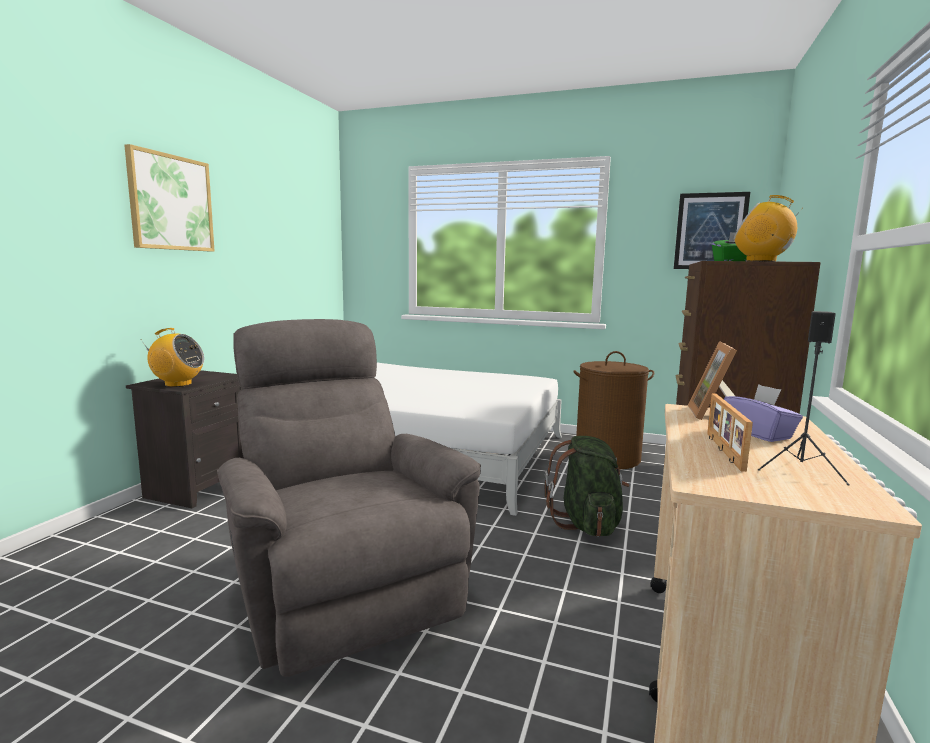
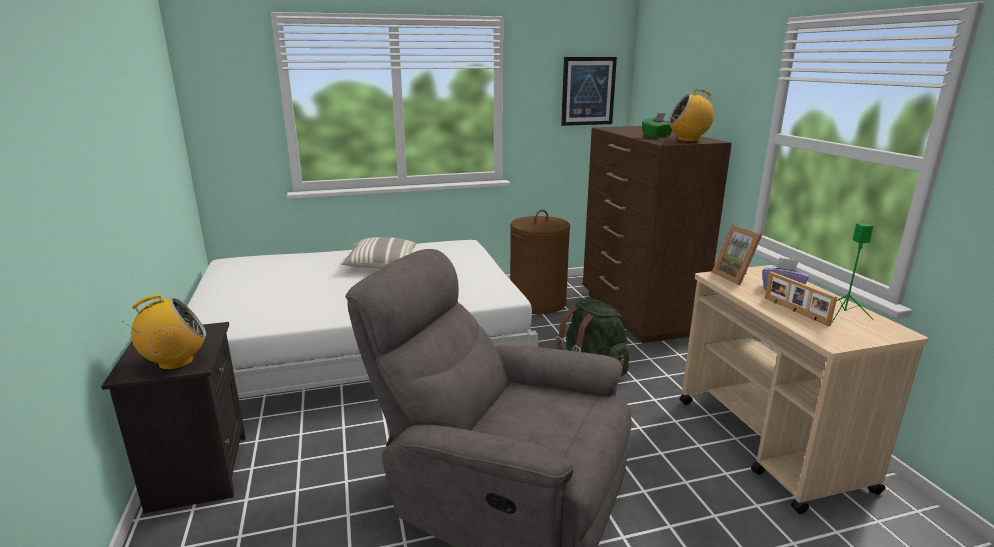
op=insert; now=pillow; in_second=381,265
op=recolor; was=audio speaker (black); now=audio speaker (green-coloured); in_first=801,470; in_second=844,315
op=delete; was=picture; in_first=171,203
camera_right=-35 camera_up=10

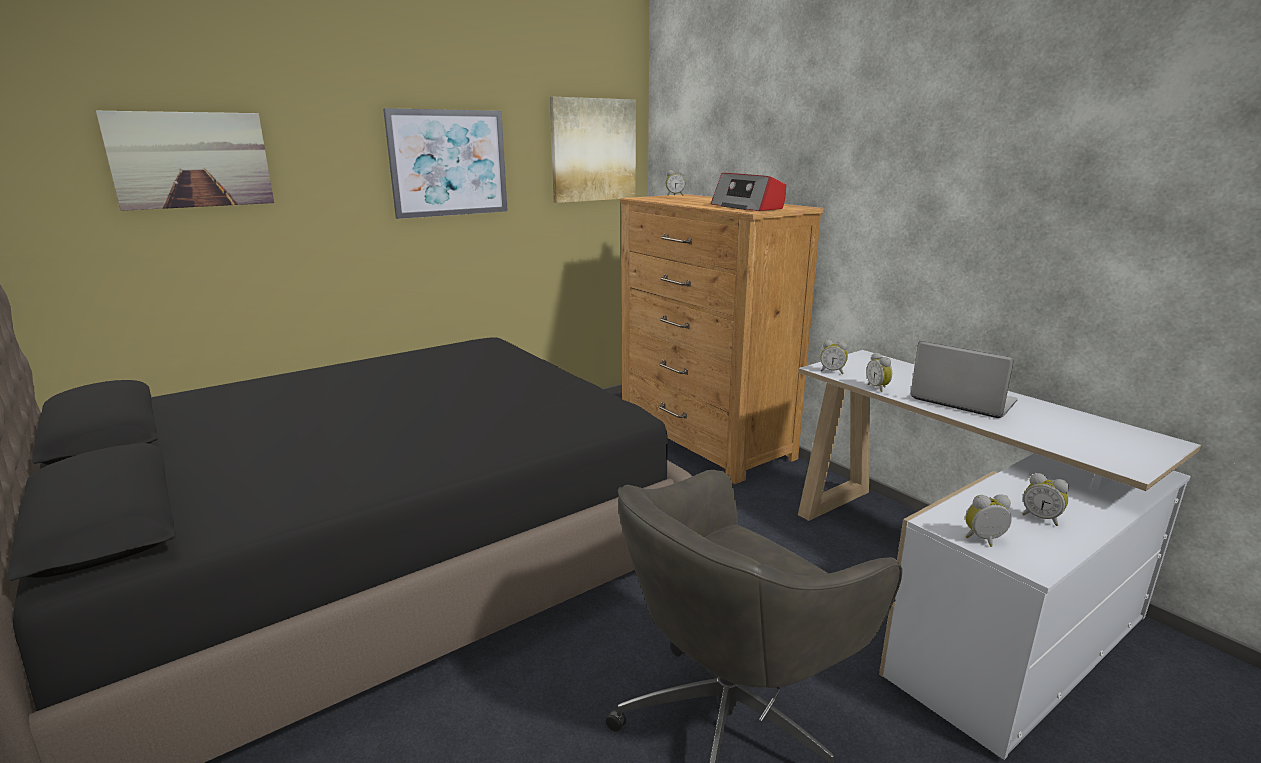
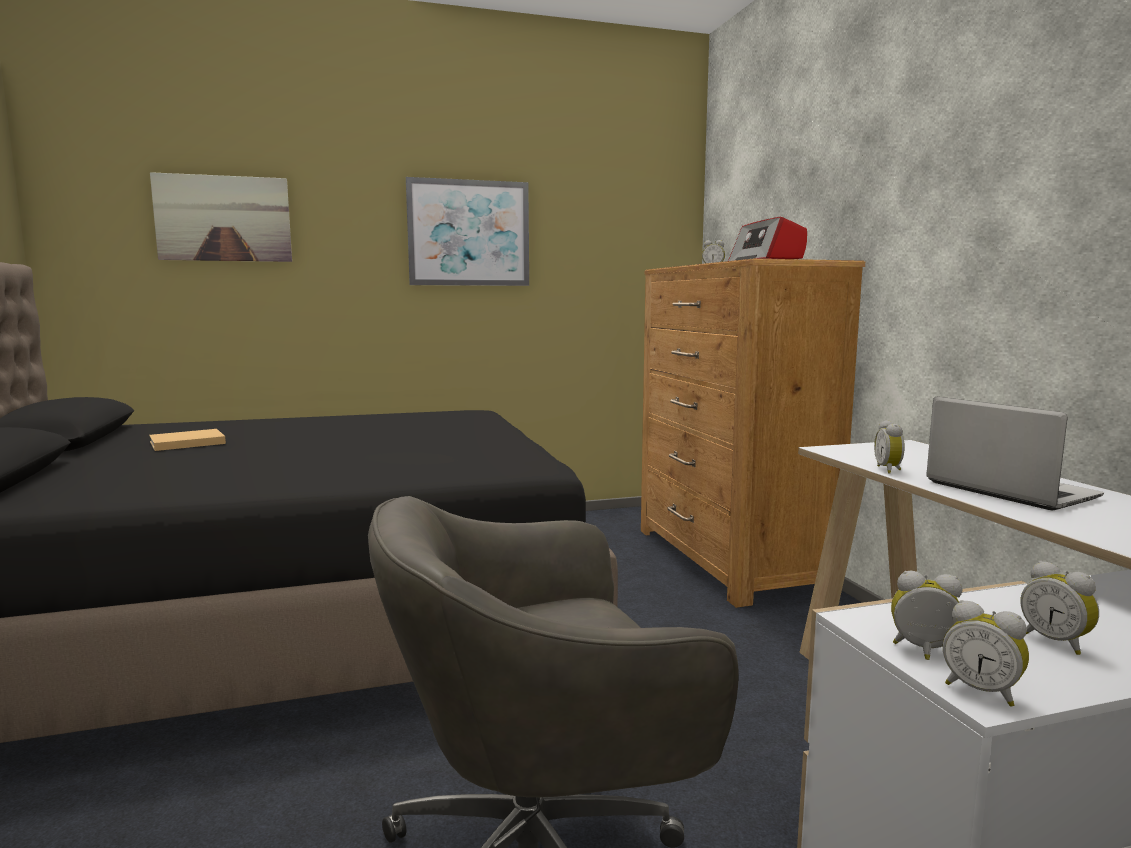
op=insert; now=book (sand-coloured); in_second=185,443
op=move; was=alarm clock; in_first=832,371; in_second=981,691
op=delete; was=picture; in_first=593,150
camera_right=20 camera_up=-10

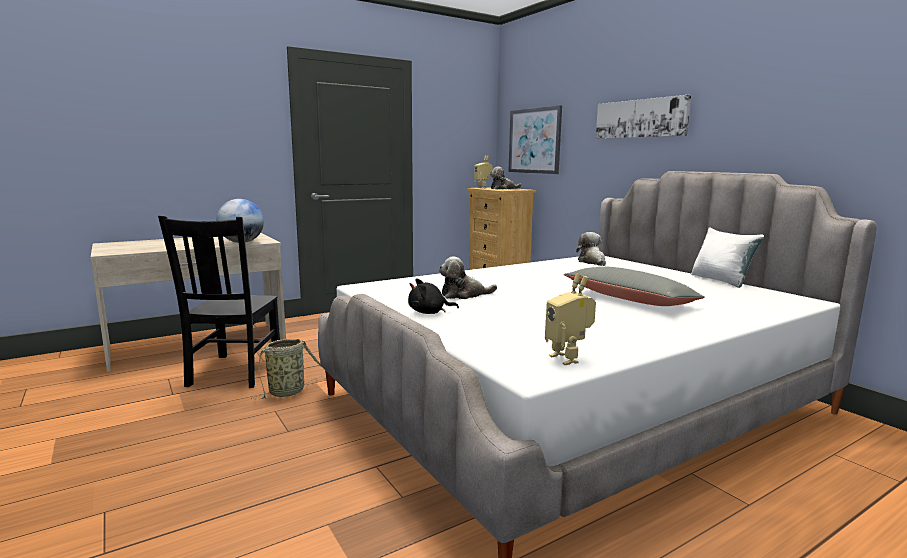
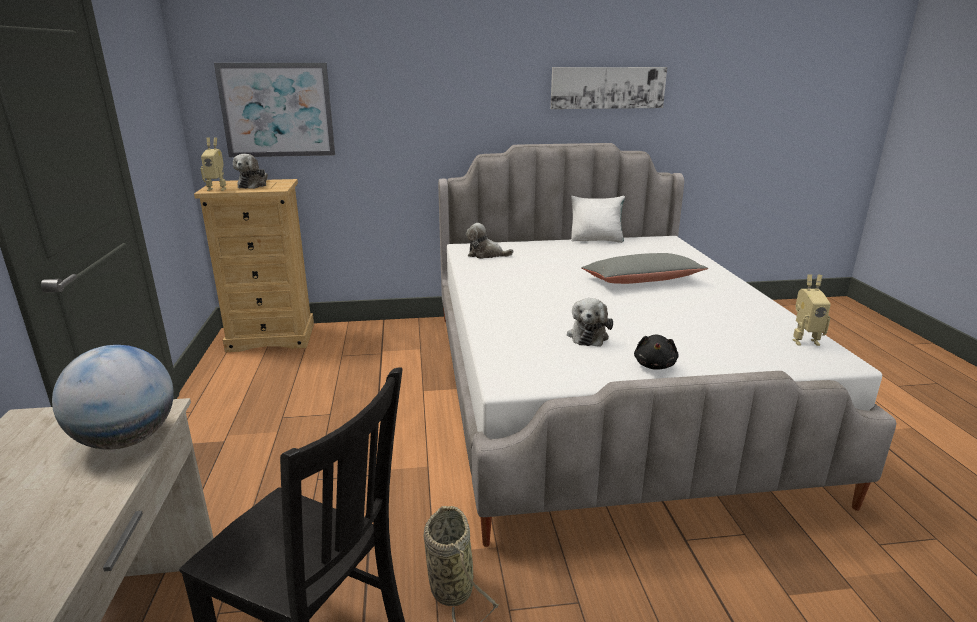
op=move; was=picture; in_first=641,118; in_second=607,87
camera_right=-65 camera_up=10

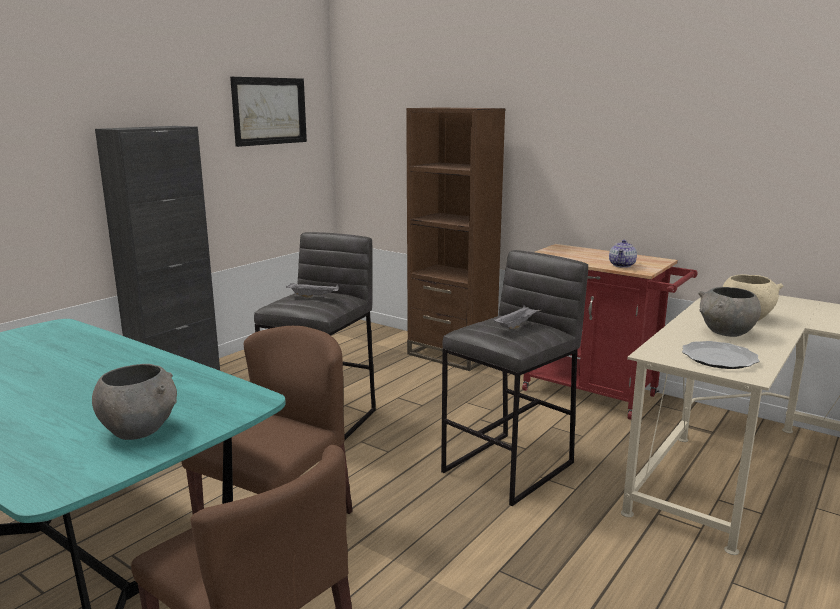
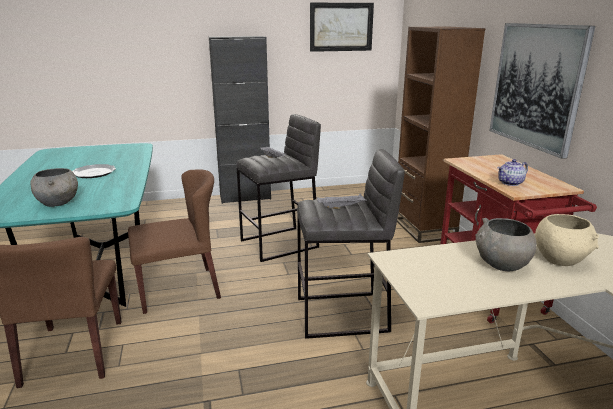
op=move; was=flat dish; in_first=719,358; in_second=94,173
op=insert; now=picture; in_second=536,86
camera_right=40 camera_up=5

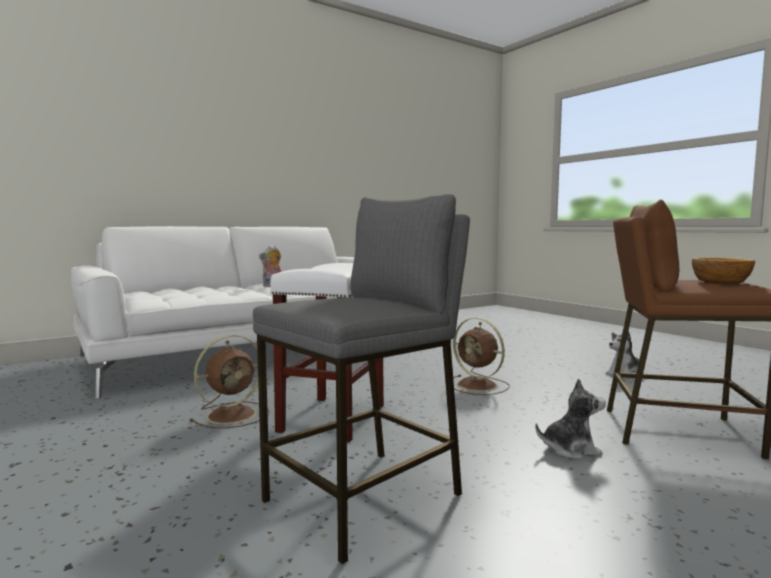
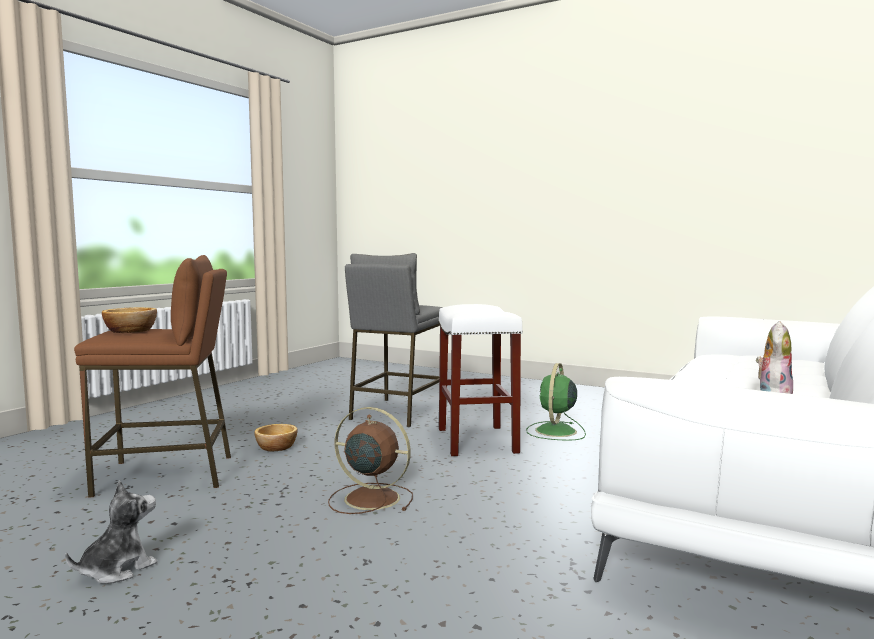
op=replace; was=cuddly toy; now=serving bowl; in_first=570,449; in_second=277,447
op=recolor; was=fan (brown); now=fan (green-coloured); in_first=233,414; in_second=555,431
camera_right=155 camera_up=0

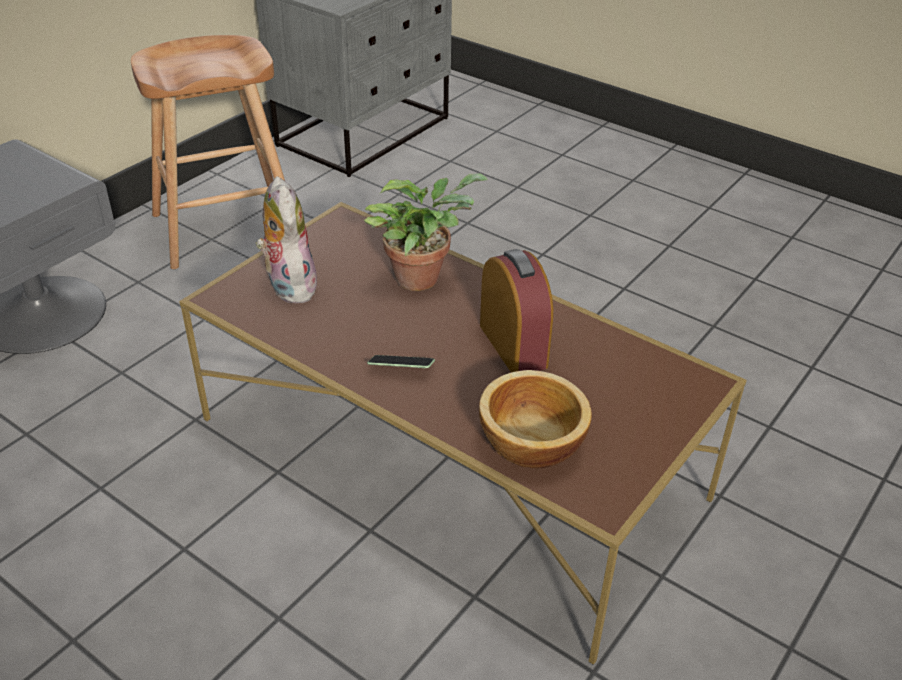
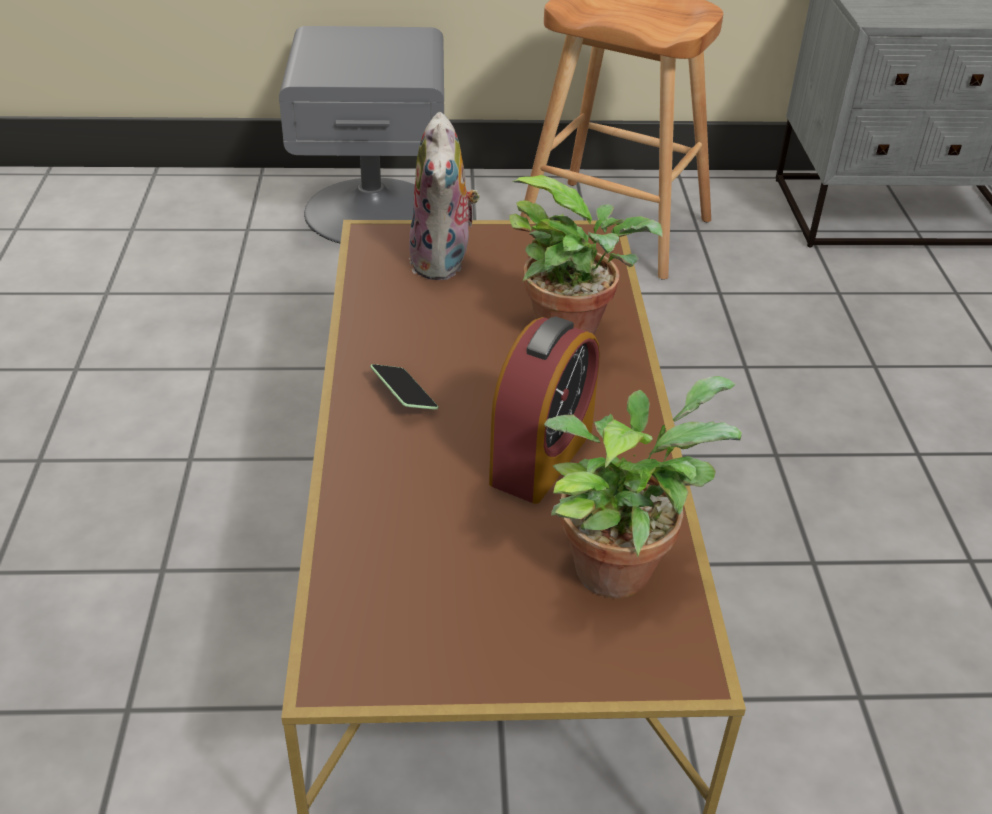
op=rotate; was=cuddly toy; in_first=288,286; in_second=444,262; clockwise=150
op=insert; now=houseplant; in_second=617,563
op=delete; was=serving bowl; in_first=529,441
camera_right=50 camera_up=0

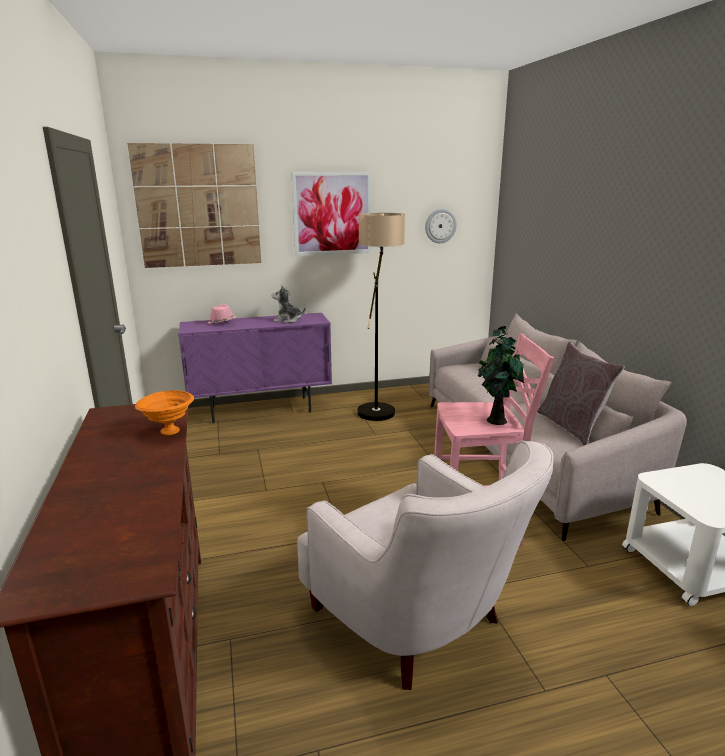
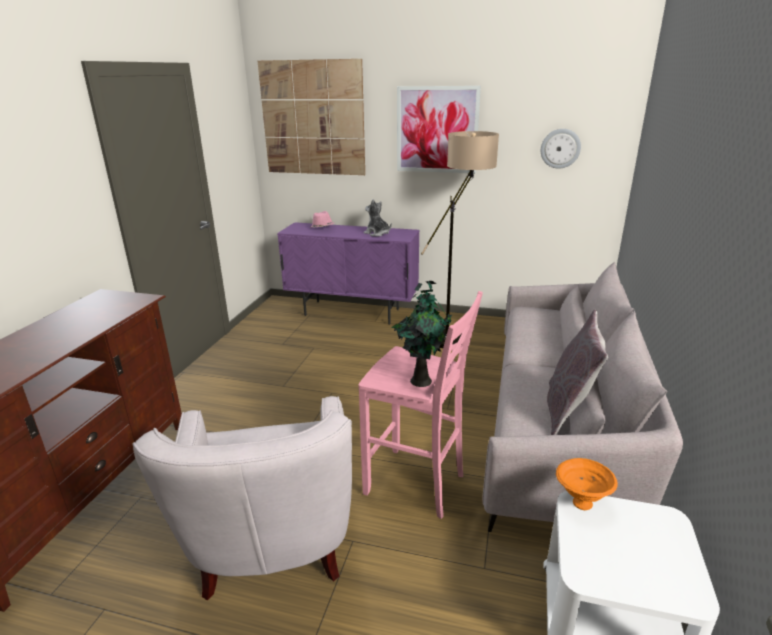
op=move; was=serving bowl (orange); in_first=168,432; in_second=580,503
camera_right=30 camera_up=5

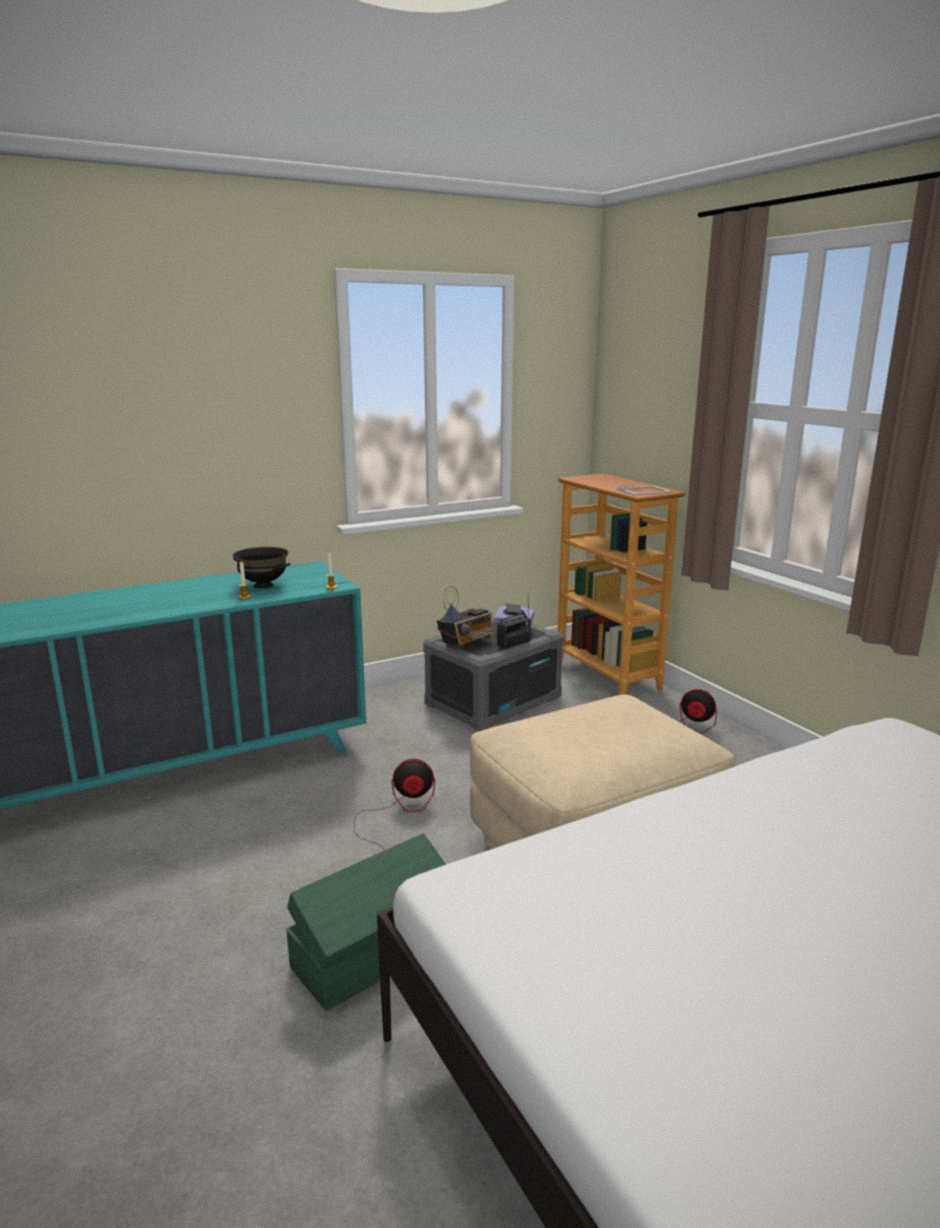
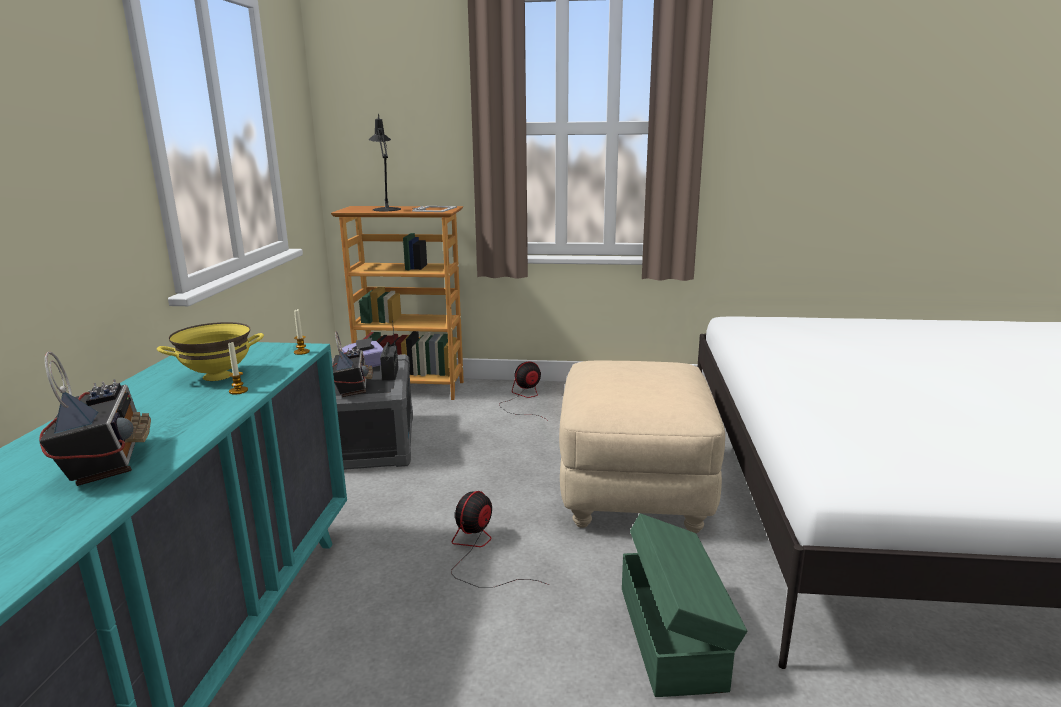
op=insert; now=radio set; in_second=106,462
op=recolor; was=serving bowl (black); now=serving bowl (yellow); in_first=263,585; in_second=217,376
op=insert; now=table lamp (black); in_second=386,209
camera_right=-55 camera_up=0

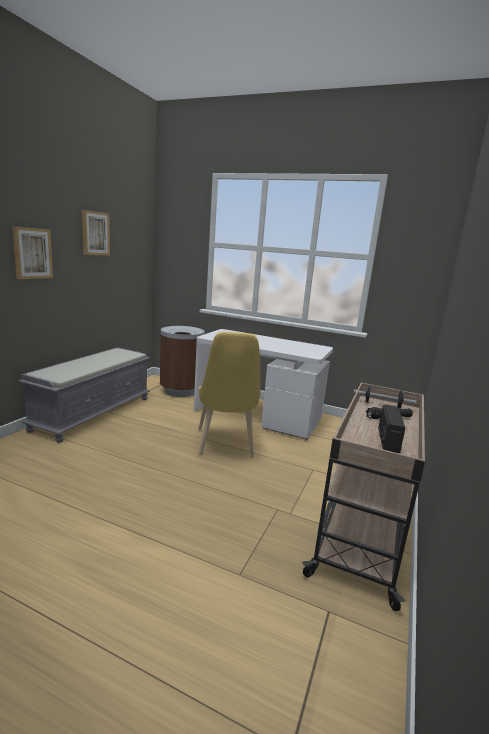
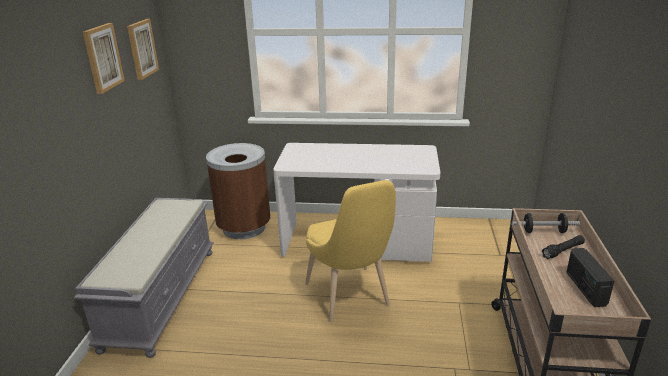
op=move; was=picture; in_first=32,253; in_second=142,49
camera_right=-15 camera_up=10

